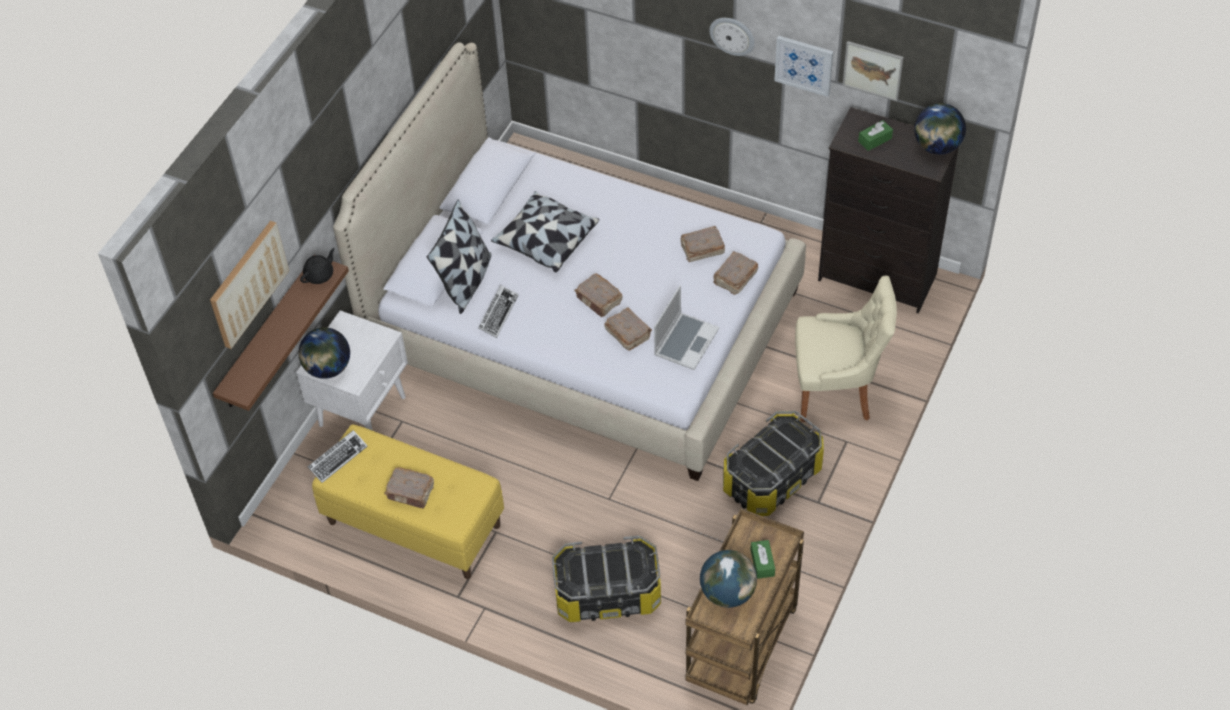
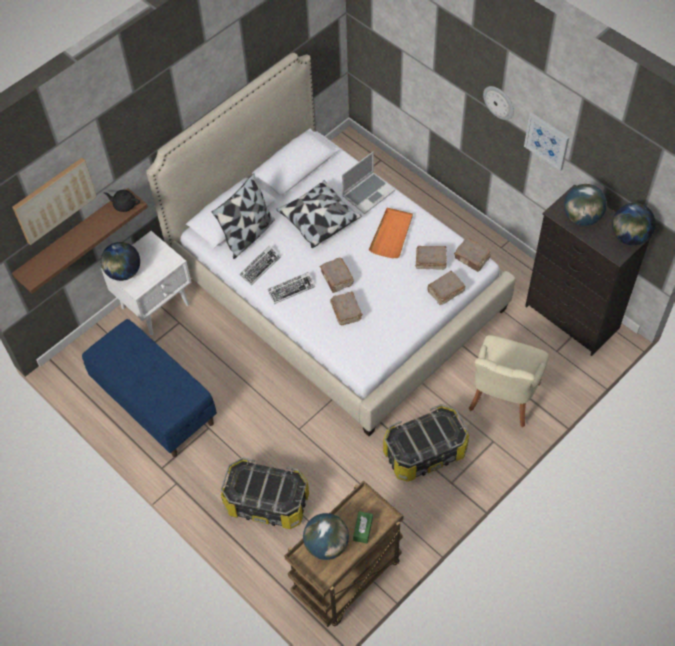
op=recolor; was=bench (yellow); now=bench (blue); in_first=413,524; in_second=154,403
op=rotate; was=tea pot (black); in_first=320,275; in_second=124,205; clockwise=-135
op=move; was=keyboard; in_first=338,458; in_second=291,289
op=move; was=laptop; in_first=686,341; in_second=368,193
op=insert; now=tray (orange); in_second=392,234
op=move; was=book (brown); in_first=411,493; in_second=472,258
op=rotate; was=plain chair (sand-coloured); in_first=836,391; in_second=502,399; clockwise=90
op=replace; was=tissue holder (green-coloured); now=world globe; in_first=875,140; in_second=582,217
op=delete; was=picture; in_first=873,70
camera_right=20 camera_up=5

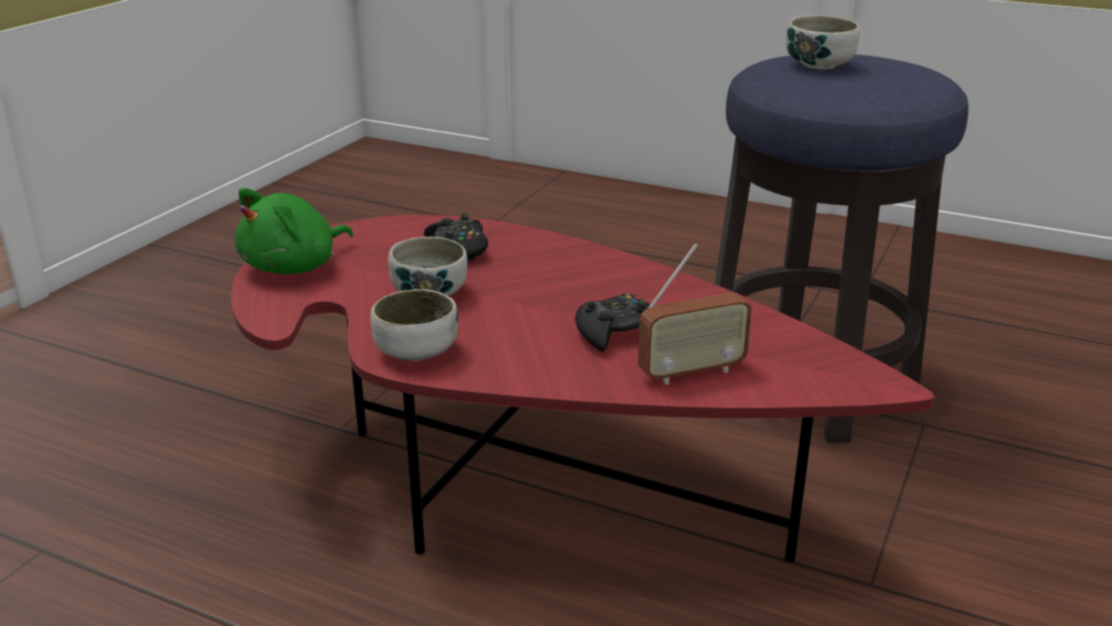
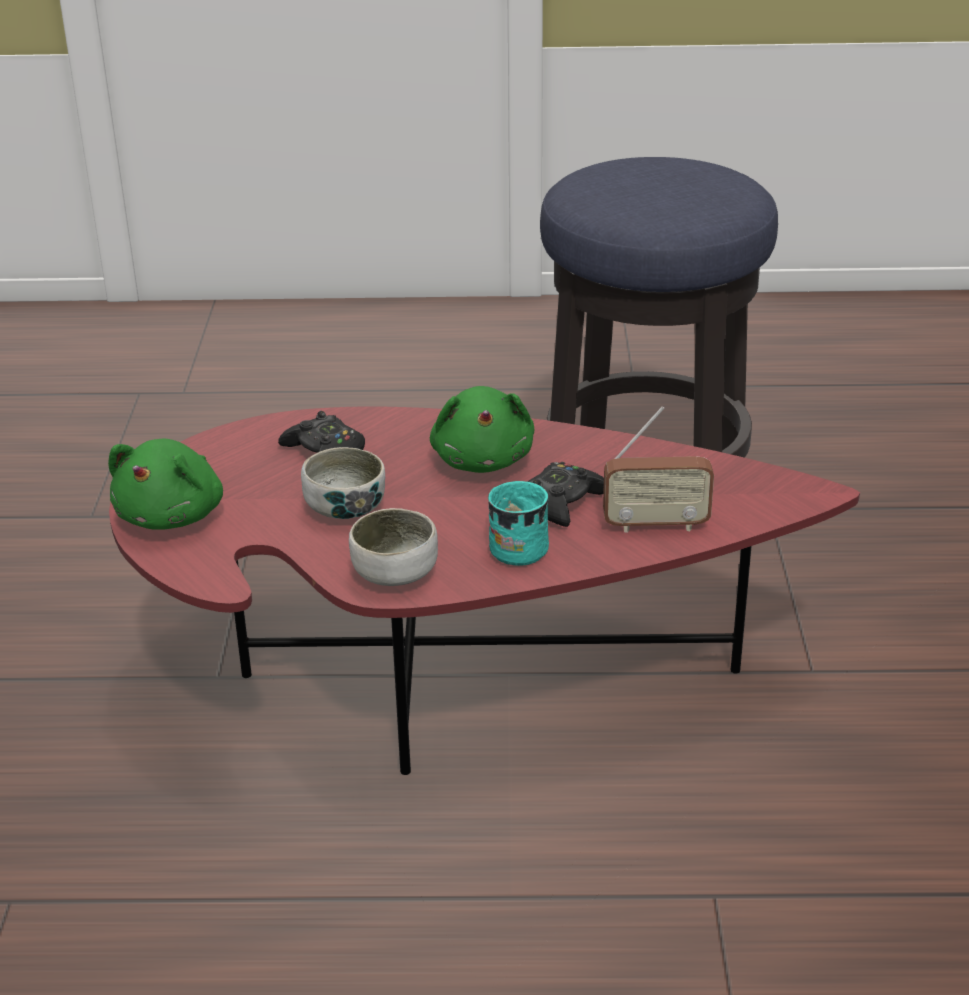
op=insert; now=cuddly toy (green-coloured); in_second=483,460
op=insert; now=coffee mug (turquoise); in_second=513,546
op=rotate; was=radio set; in_first=691,372; in_second=655,525; clockwise=45
op=delete; was=serving bowl; in_first=819,65
camera_right=-25 camera_up=5

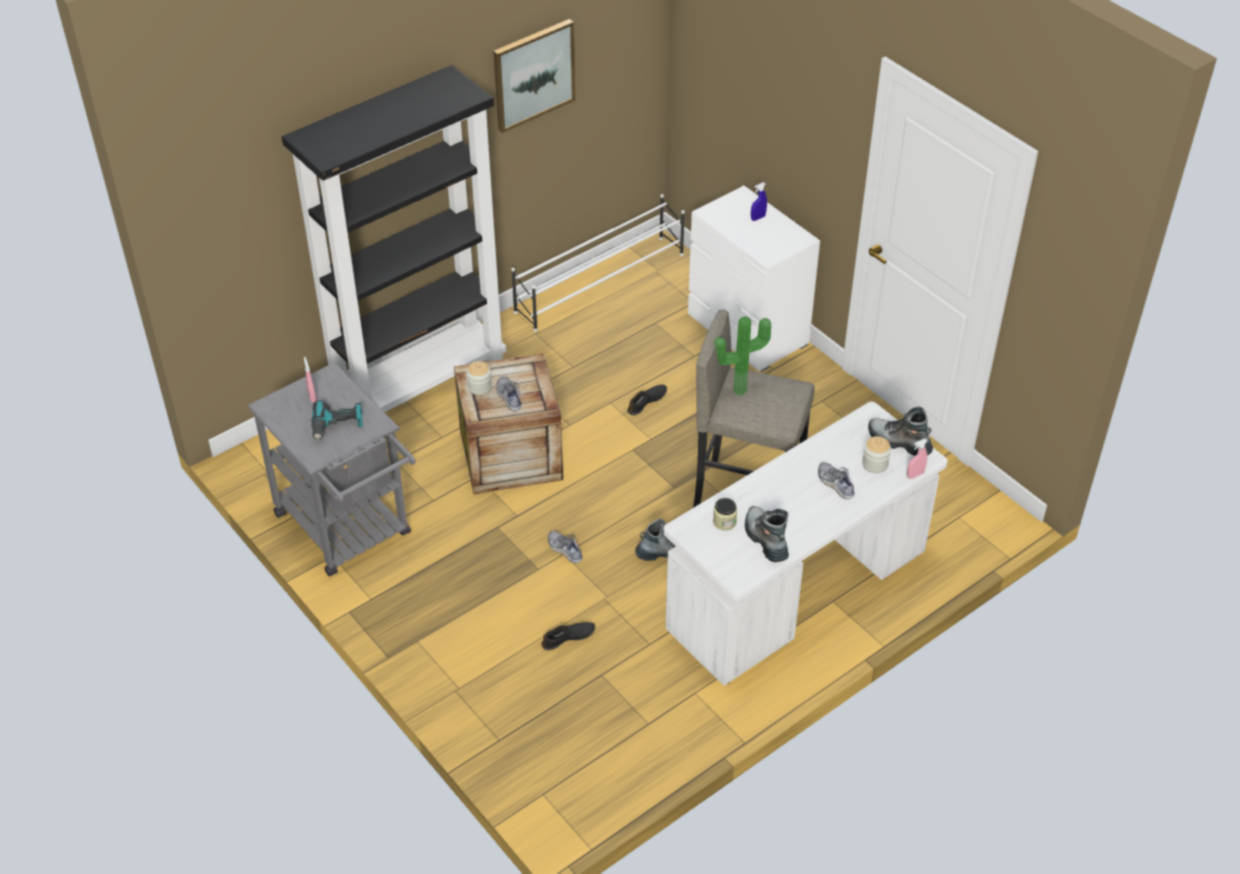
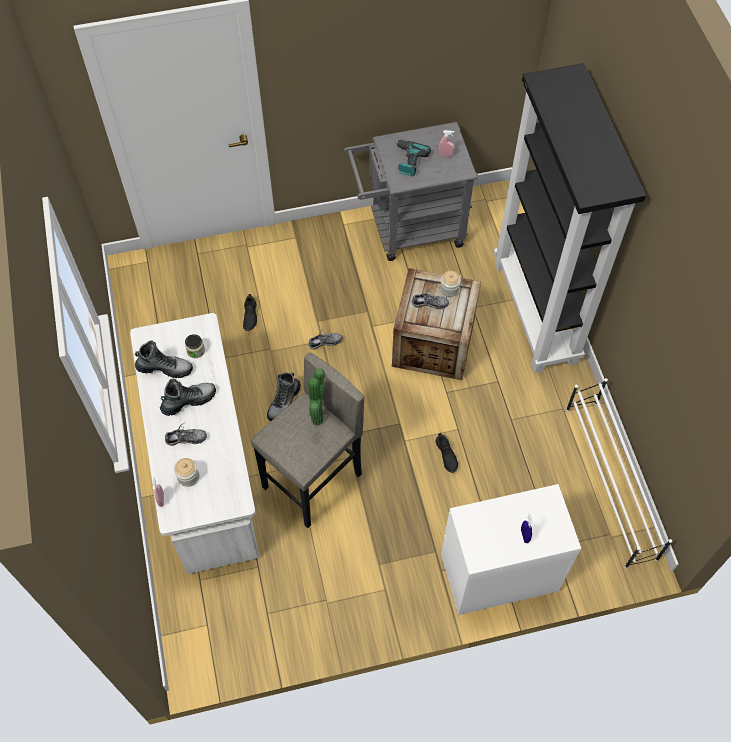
op=move; was=tall boot; in_first=898,443; in_second=189,401
op=delete; was=picture; in_first=533,74
camera_right=115 camera_up=15

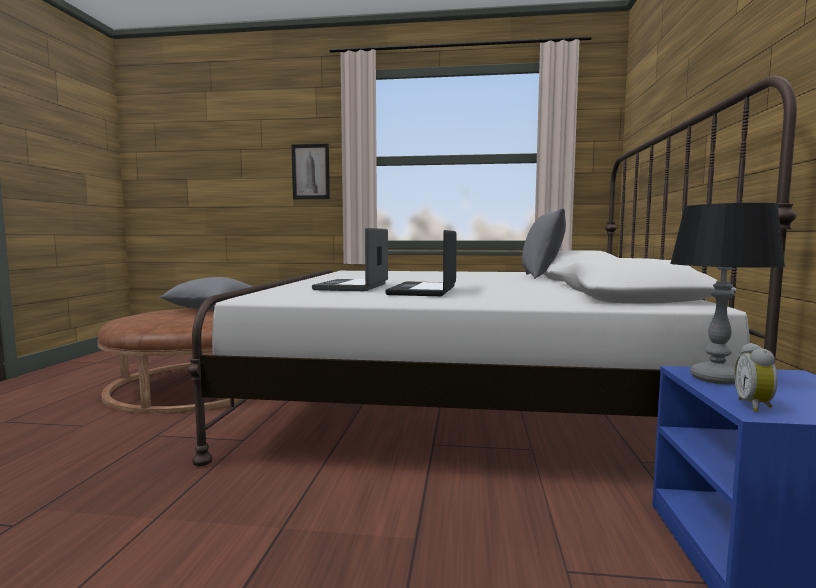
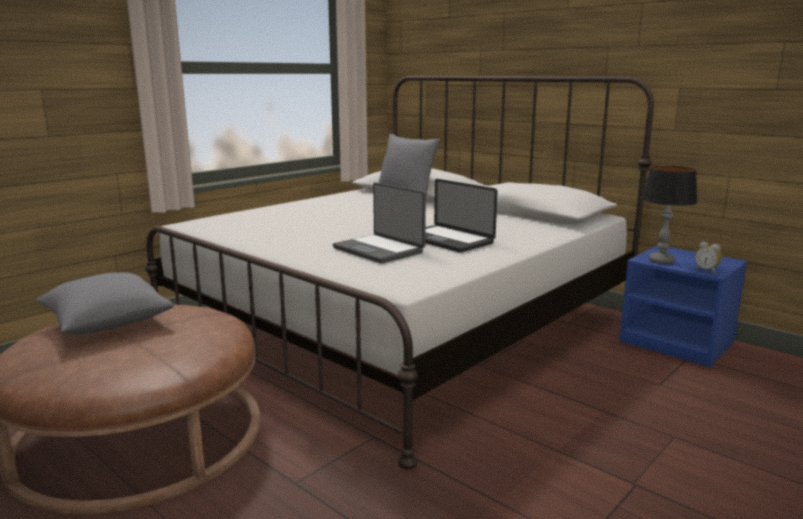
op=delete; was=picture; in_first=310,171
camera_right=-55 camera_up=10

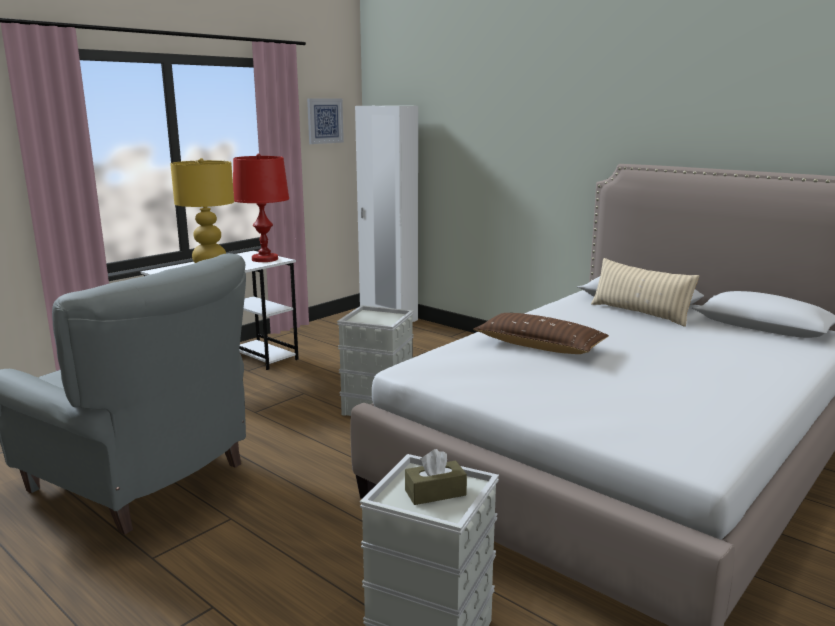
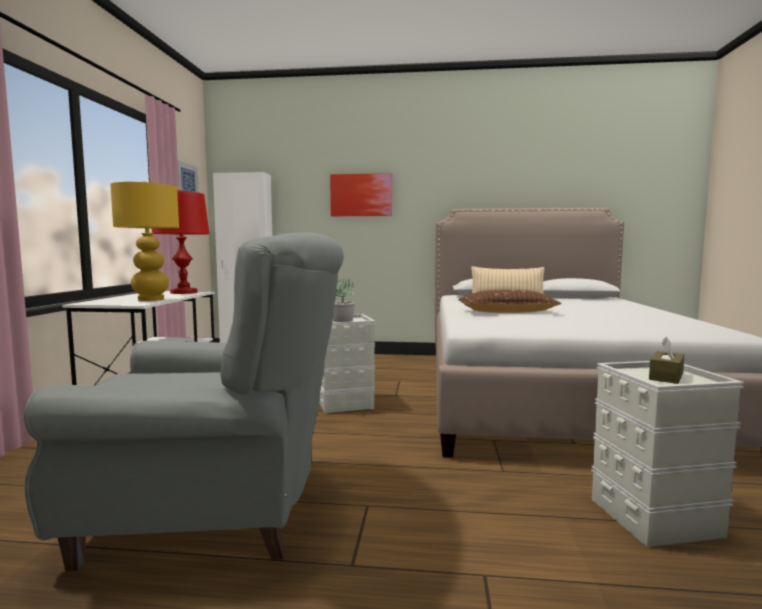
op=insert; now=picture; in_second=361,195
op=insert; now=houseplant; in_second=343,321
camera_right=-35 camera_up=-10

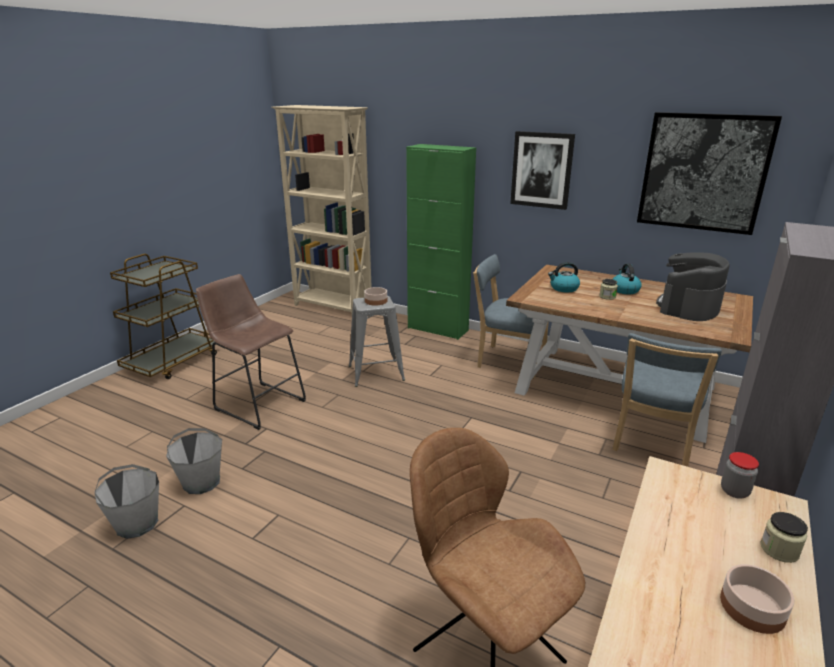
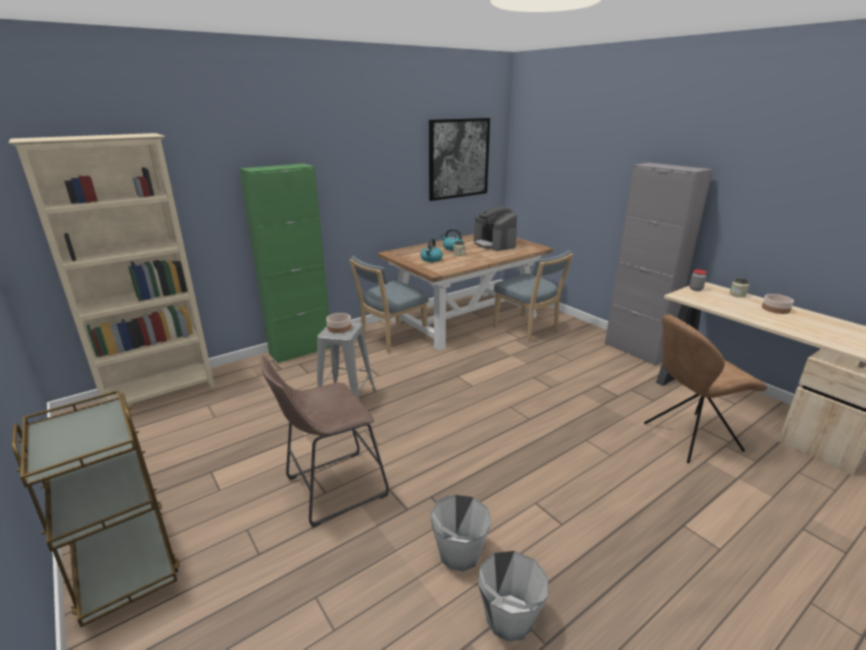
op=delete; was=picture; in_first=541,170
camera_right=-65 camera_up=0

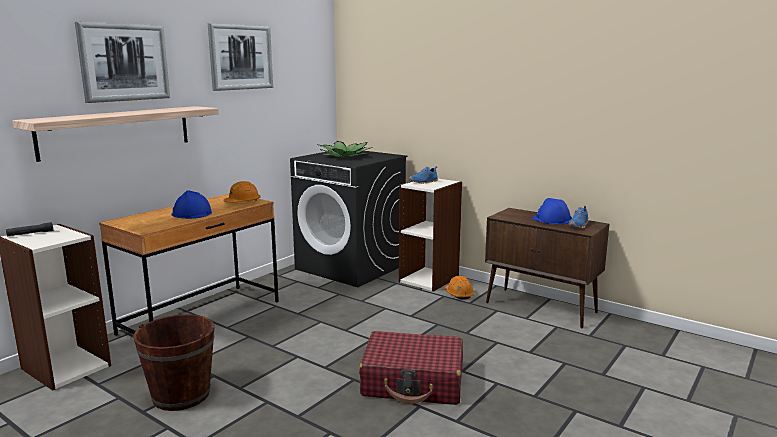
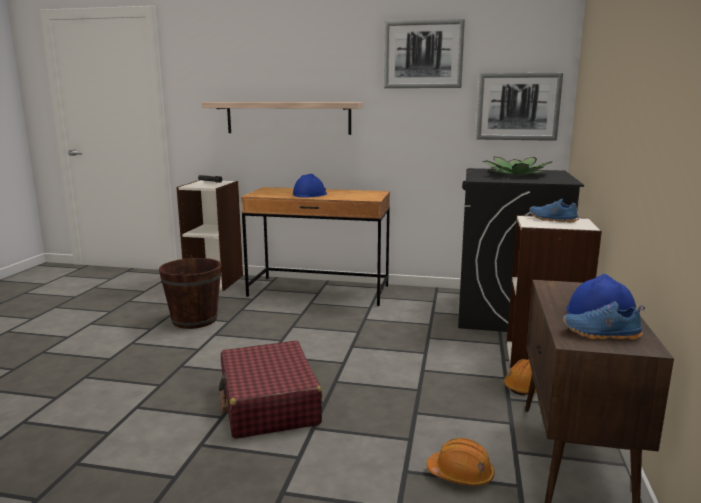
op=move; was=hard hat (orange); in_first=242,202; in_second=460,474
op=move; was=picture; in_first=124,62; in_second=518,106
camera_right=65 camera_up=0

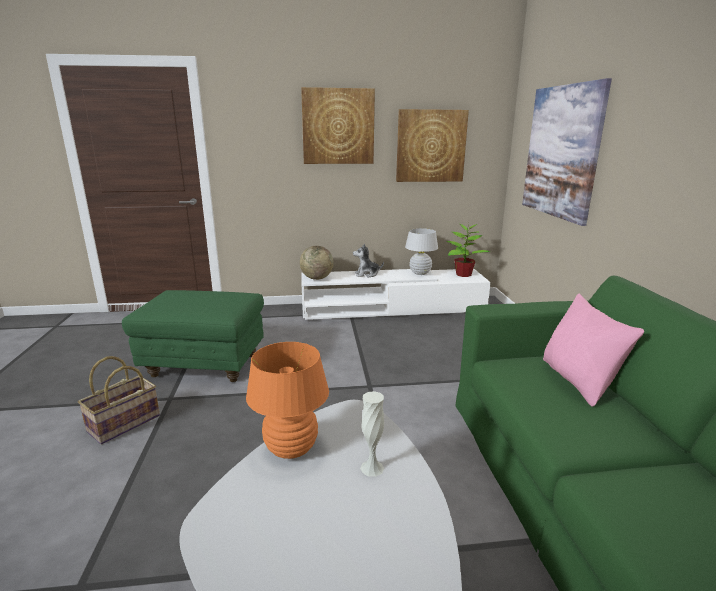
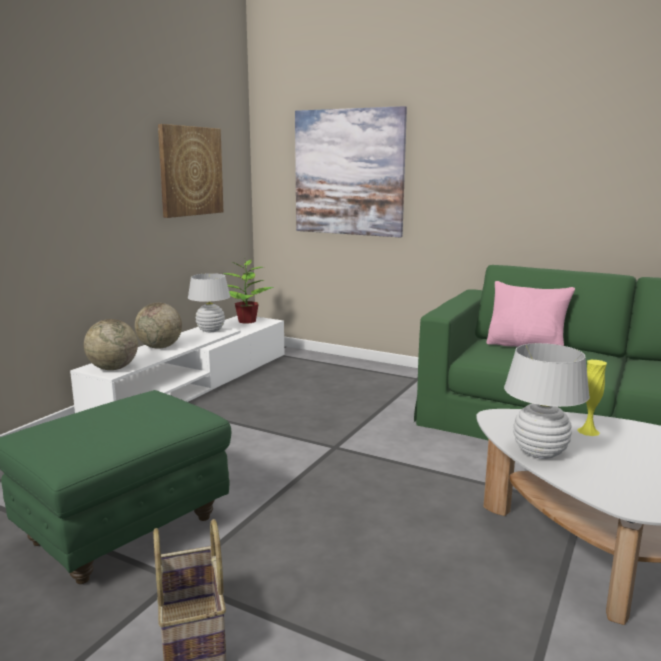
op=replace; was=cuddly toy; now=world globe; in_first=367,274; in_second=160,347
op=recolor; was=table lamp (orange); now=table lamp (white); in_first=291,449; in_second=540,452
op=recolor; was=flower vase (white); now=flower vase (yellow); in_first=372,468; in_second=588,431
op=delete; was=picture; in_first=338,126
camera_right=-55 camera_up=-5

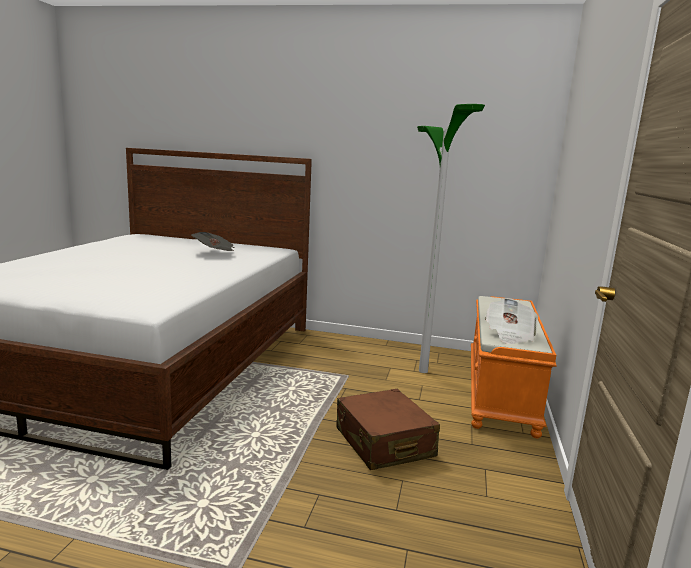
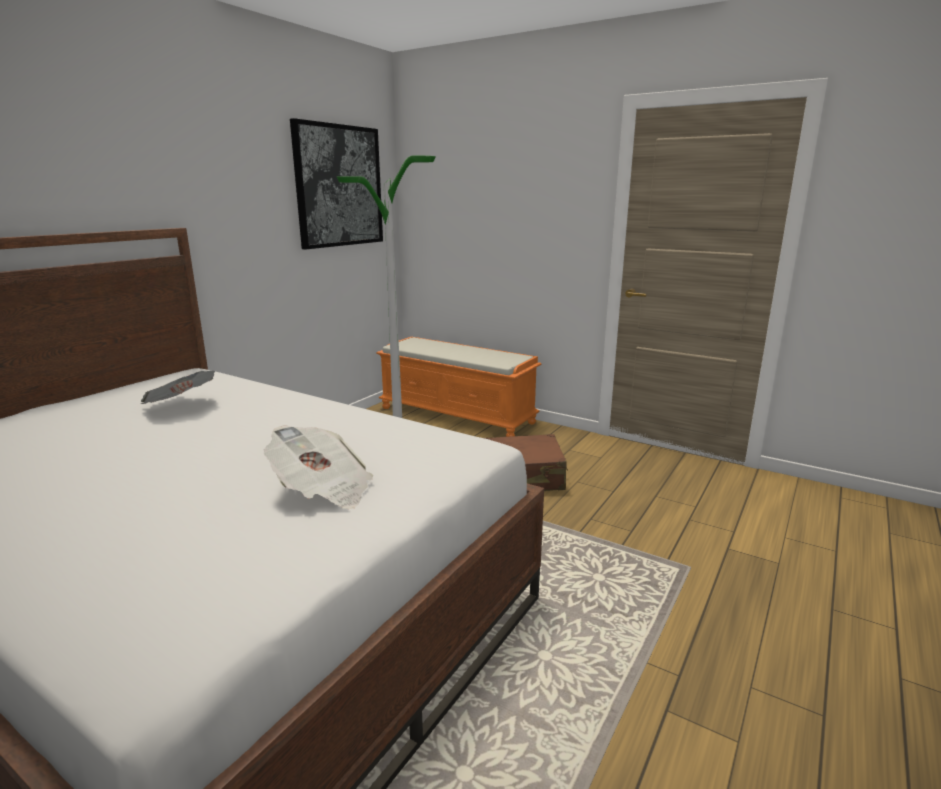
op=move; was=daily paper; in_first=509,335; in_second=323,490
op=insert; now=picture; in_second=339,186
camera_right=-70 camera_up=5

